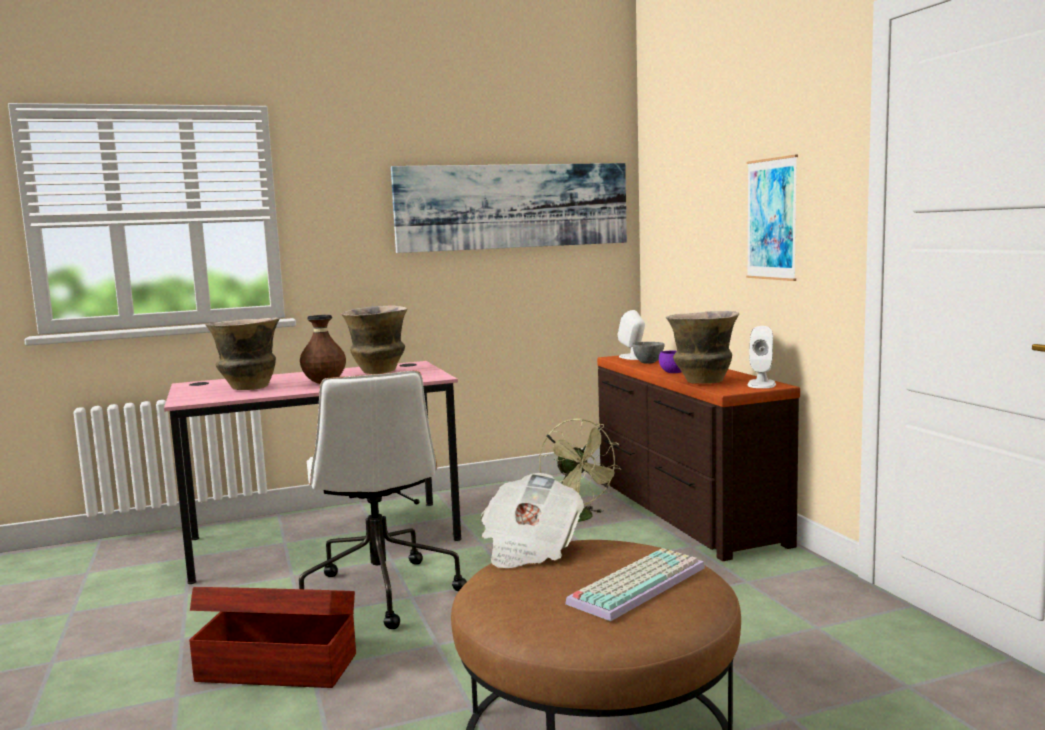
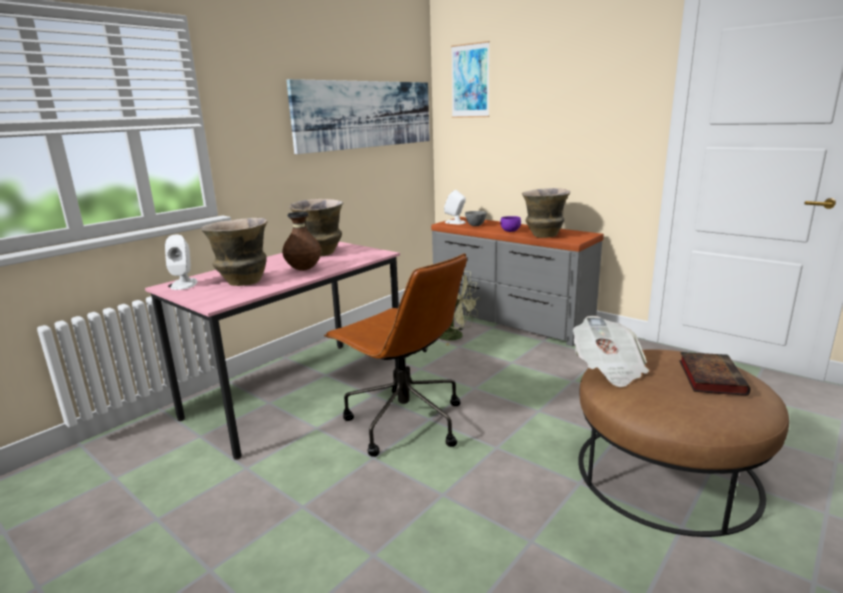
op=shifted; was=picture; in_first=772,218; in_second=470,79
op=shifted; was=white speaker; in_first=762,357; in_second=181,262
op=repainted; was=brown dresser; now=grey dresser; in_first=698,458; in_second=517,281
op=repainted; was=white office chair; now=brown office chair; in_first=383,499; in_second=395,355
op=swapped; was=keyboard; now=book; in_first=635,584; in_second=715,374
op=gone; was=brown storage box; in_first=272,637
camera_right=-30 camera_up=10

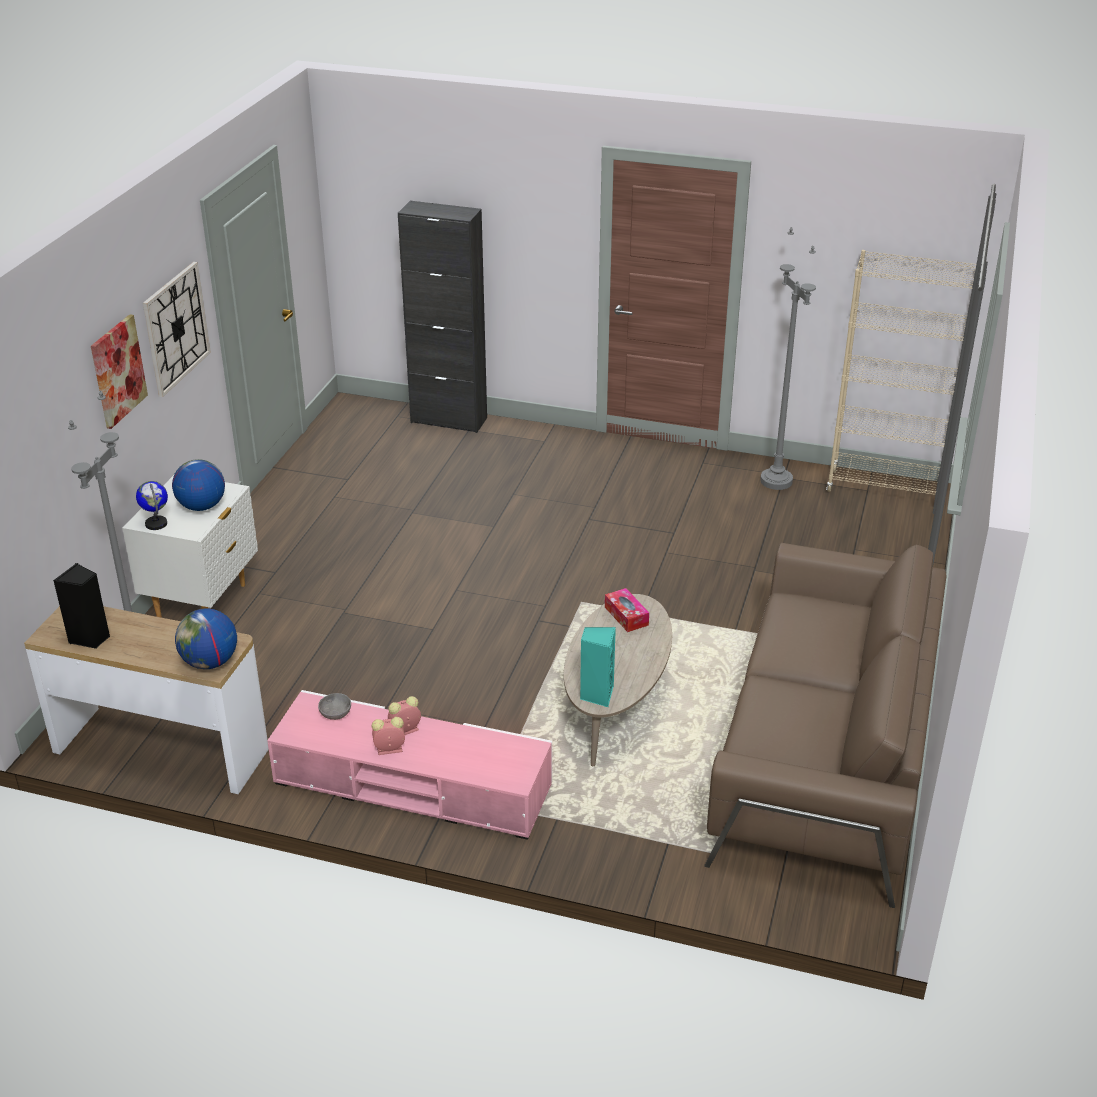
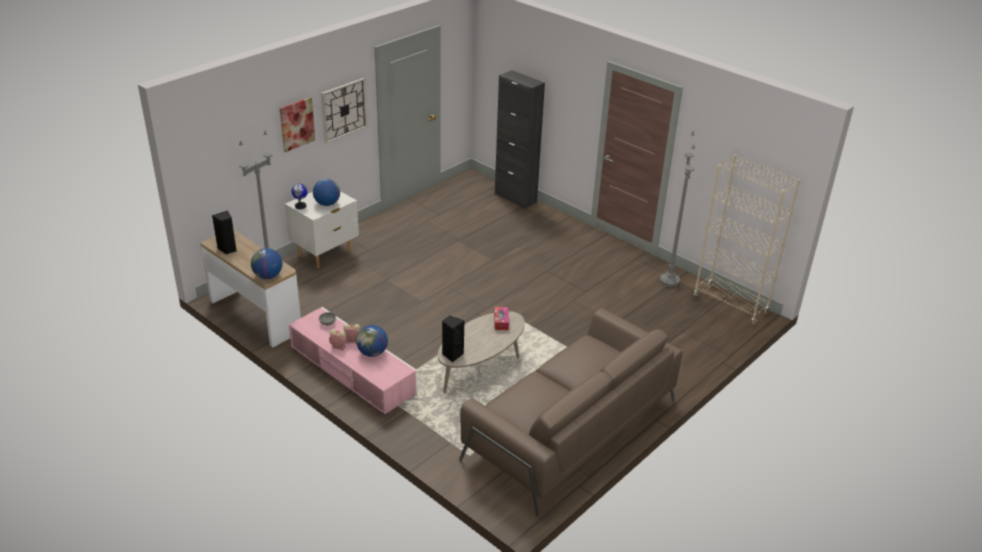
op=repainted; was=turquoise speaker; now=black speaker; in_first=598,667; in_second=453,339
op=new; now=globe; in_second=372,341
camera_right=25 camera_up=0

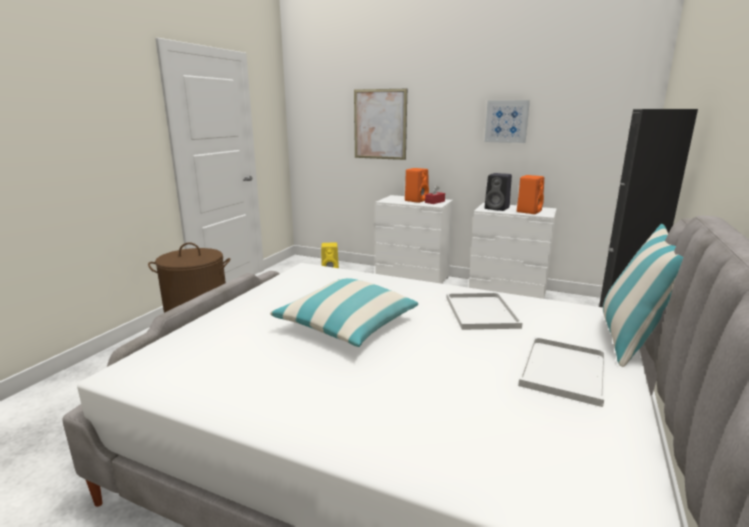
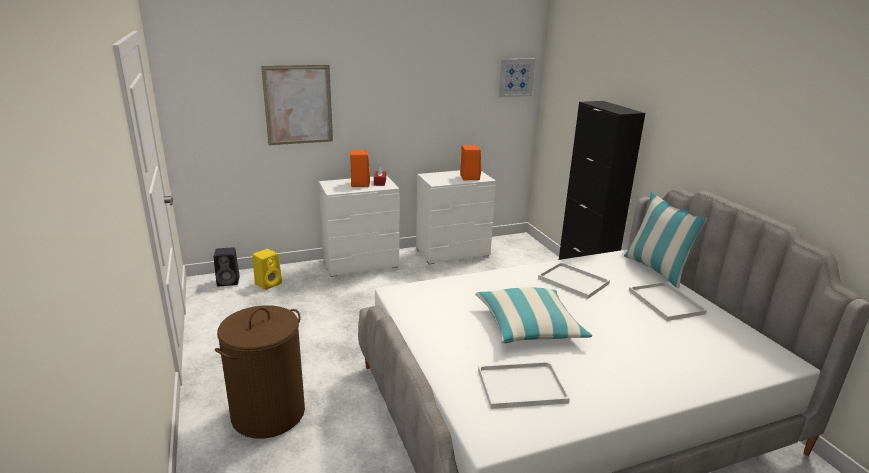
op=shifted; was=picture; in_first=507,121; in_second=517,78
op=shifted; was=black speaker; in_first=498,192; in_second=227,266
op=new; now=white tray; in_second=524,385
camera_right=-45 camera_up=5

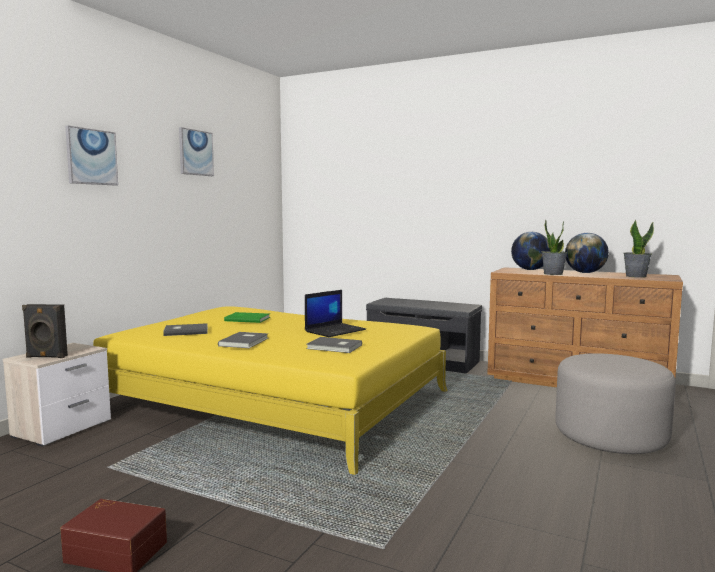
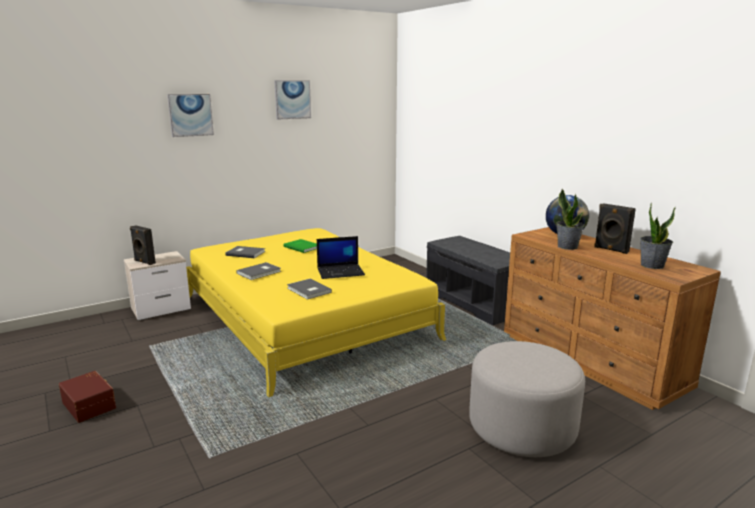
op=swapped; was=globe; now=black speaker; in_first=587,253; in_second=615,228
camera_right=30 camera_up=10

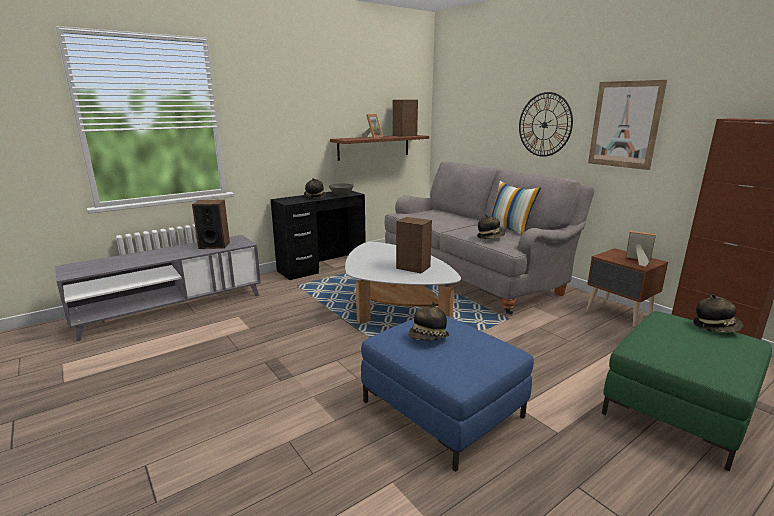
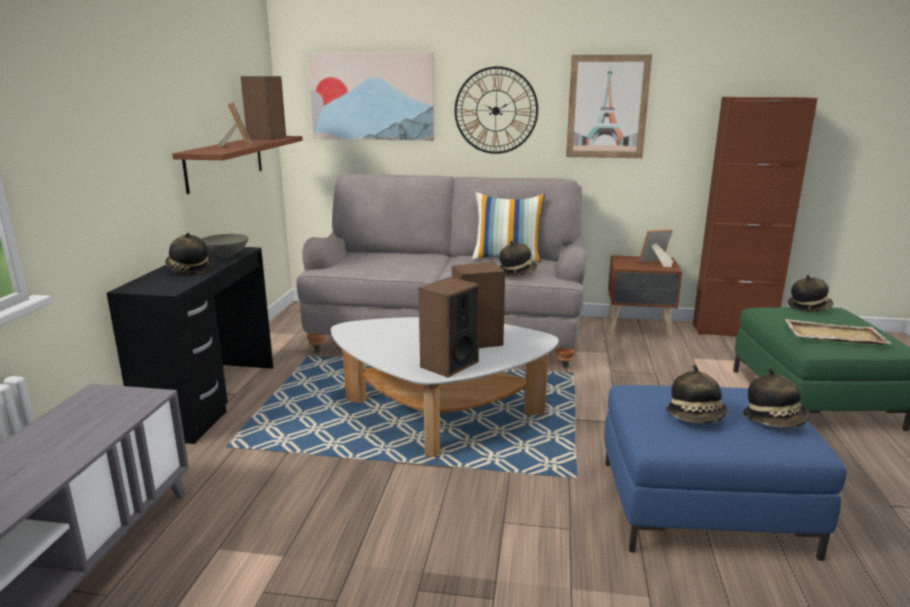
op=shifted; was=speaker; in_first=211,224; in_second=449,327
op=new; now=picture; in_second=371,96
op=new; now=beige tray; in_second=838,332
op=new; now=hat; in_second=776,397
camera_right=-45 camera_up=0

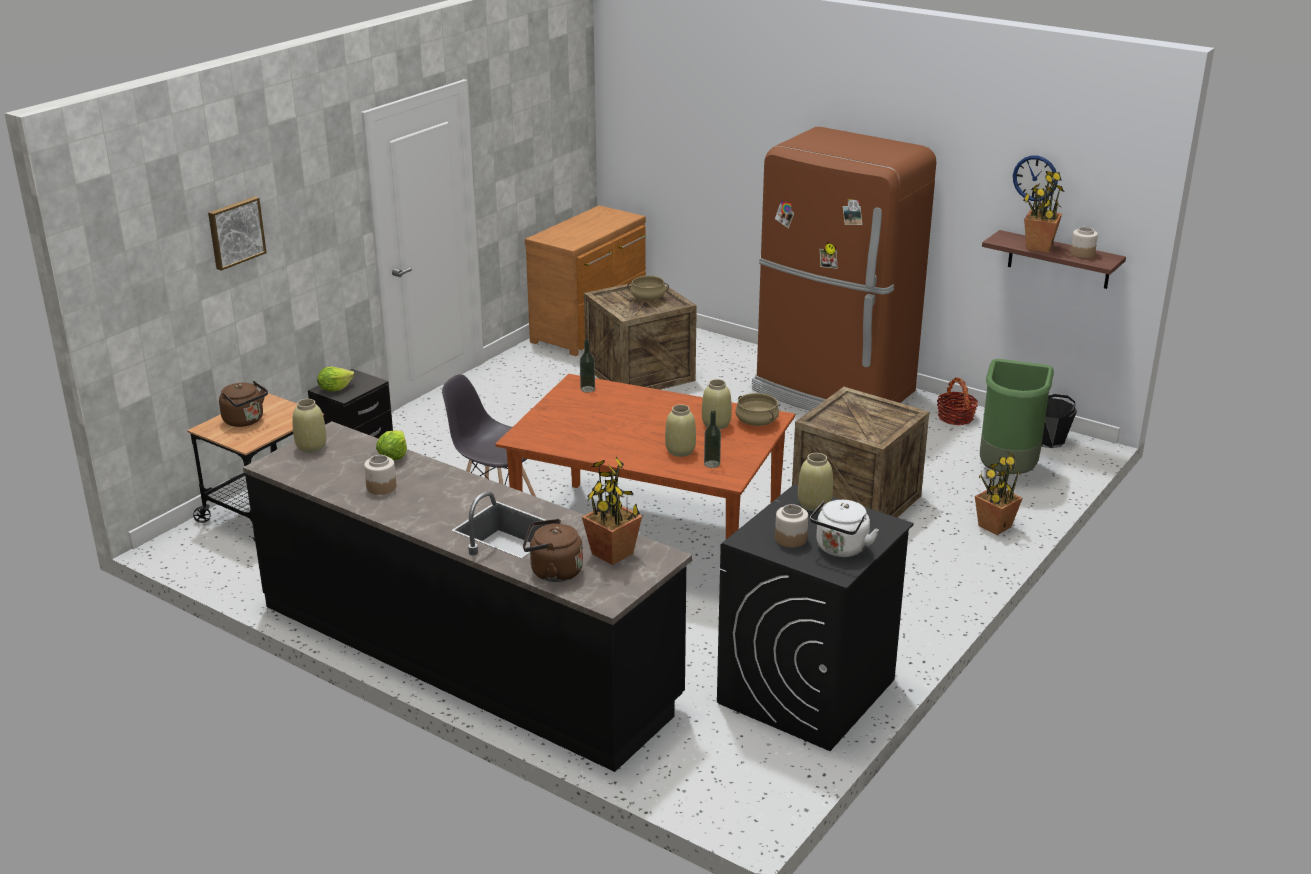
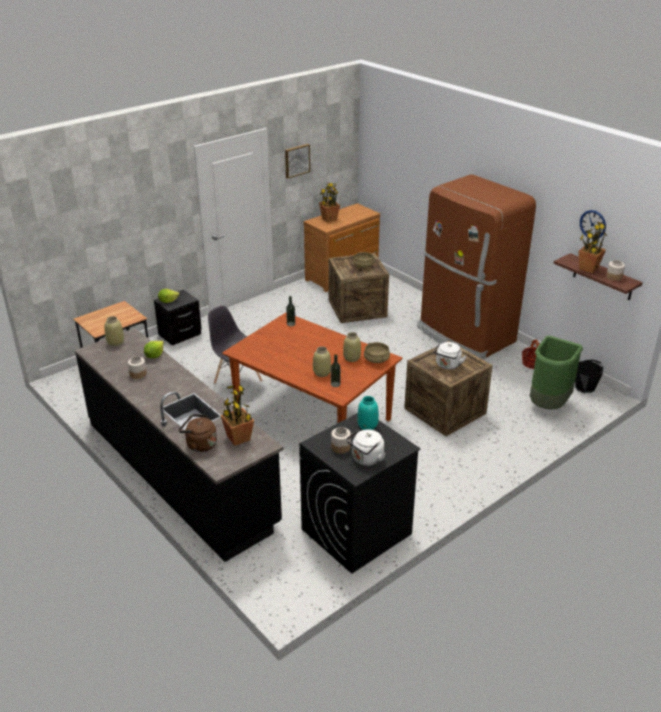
op=shifted; was=picture; in_first=237,233; in_second=297,161
op=gone; was=brown kettle; in_first=243,404
op=shifted; was=potted plant; in_first=999,493; in_second=329,202
op=repainted; was=beige vase; now=turquoise vase; in_first=815,482; in_second=368,413
op=new; now=white kettle; in_second=450,356
camera_right=15 camera_up=5

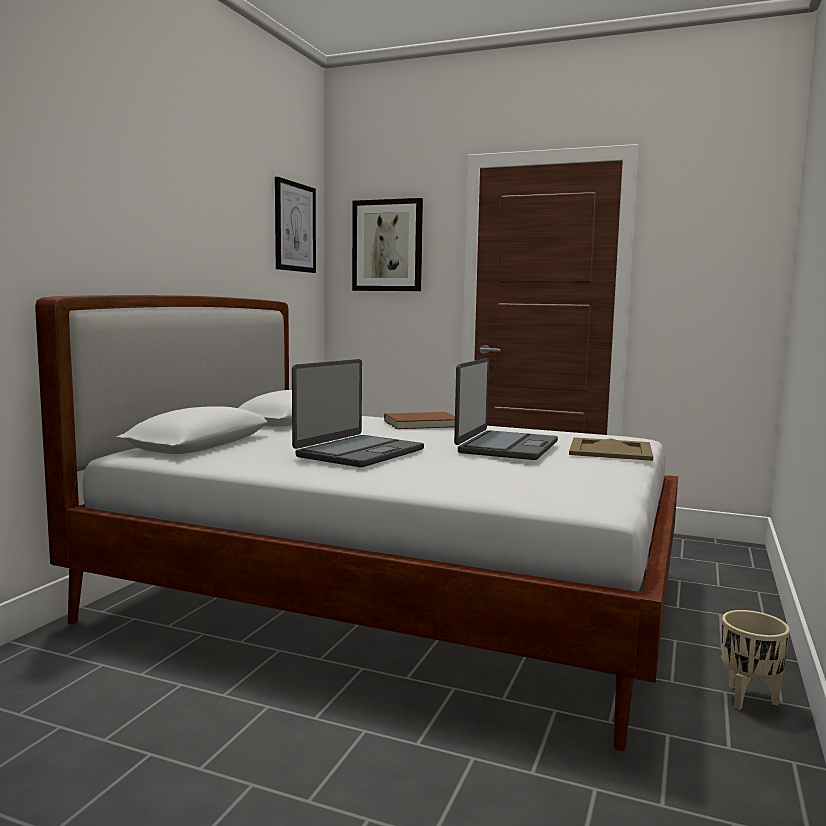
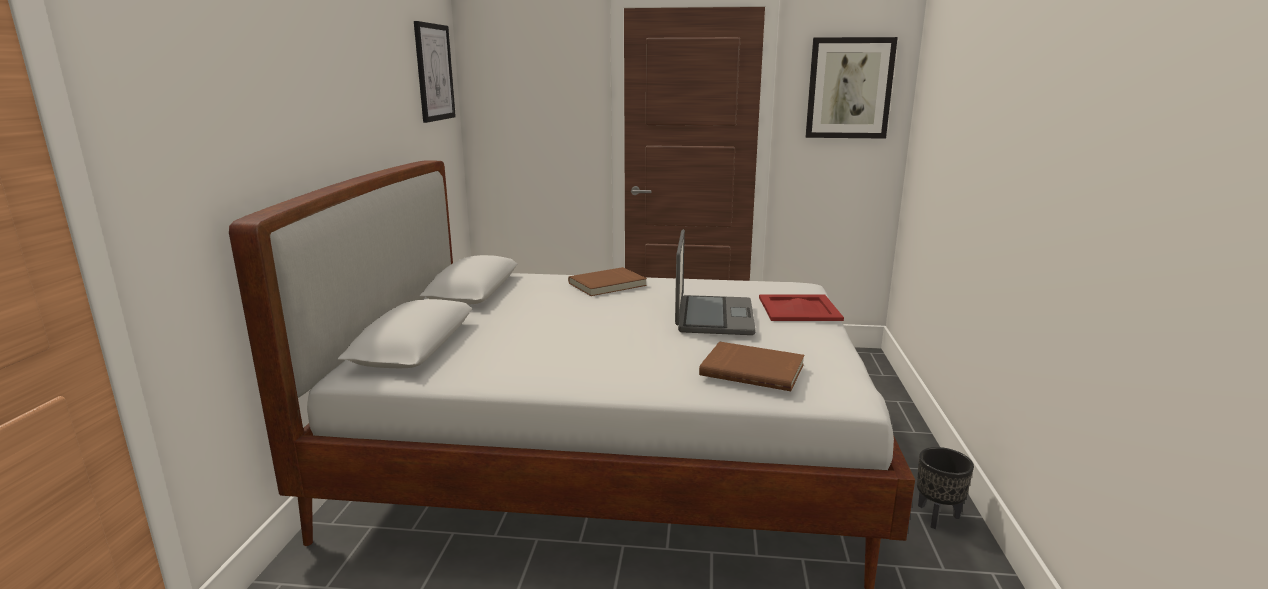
op=shifted; was=picture; in_first=387,244; in_second=852,88
op=gone; was=laptop; in_first=358,413
op=repainted; was=beige tray; now=red tray; in_first=611,449; in_second=801,307
op=repainted; was=beige planter; now=black planter; in_first=755,660; in_second=945,488
op=new; now=brown book; in_second=752,366
camera_right=-15 camera_up=10

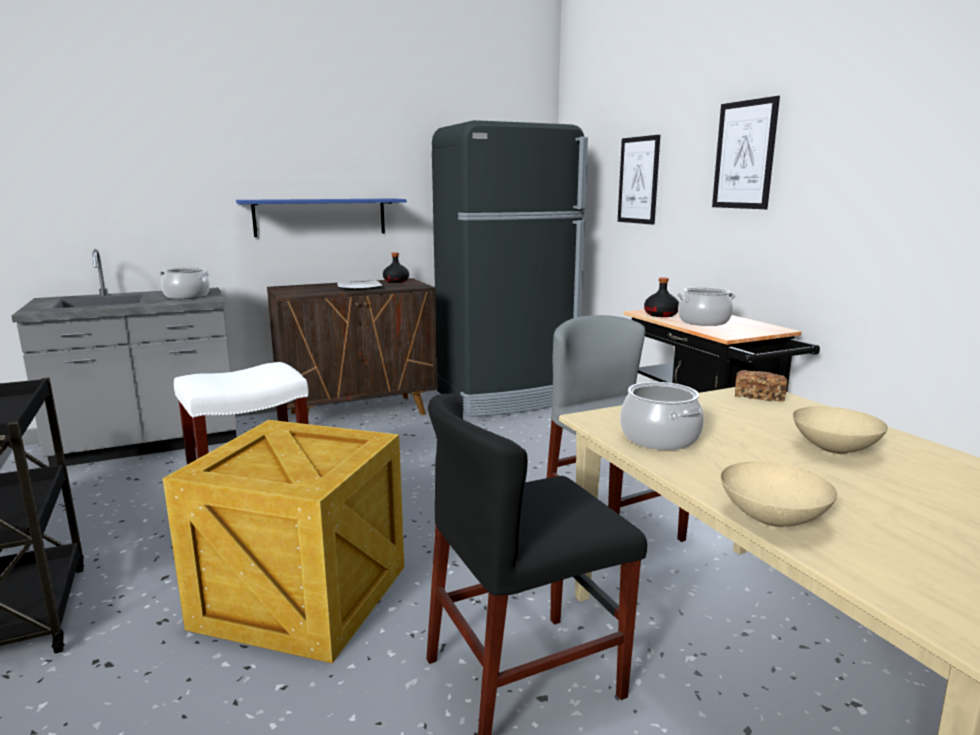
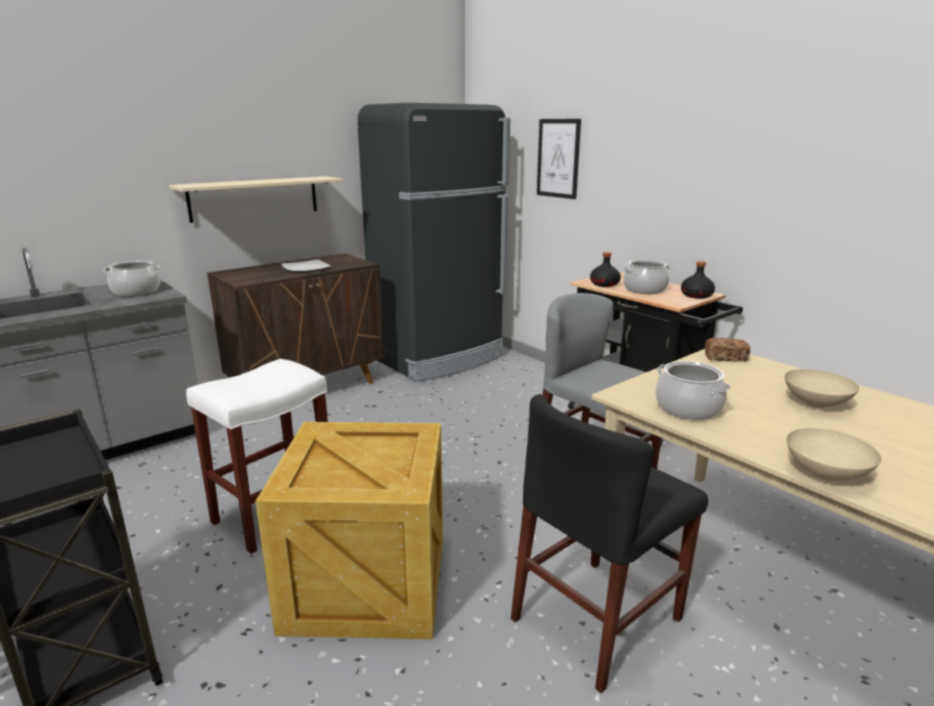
op=gone; was=picture; in_first=746,152
op=repainted; was=blue shelf; now=beige shelf; in_first=321,218; in_second=256,199
op=shifted; was=black bottle; in_first=396,268; in_second=698,280
camera_right=-15 camera_up=5

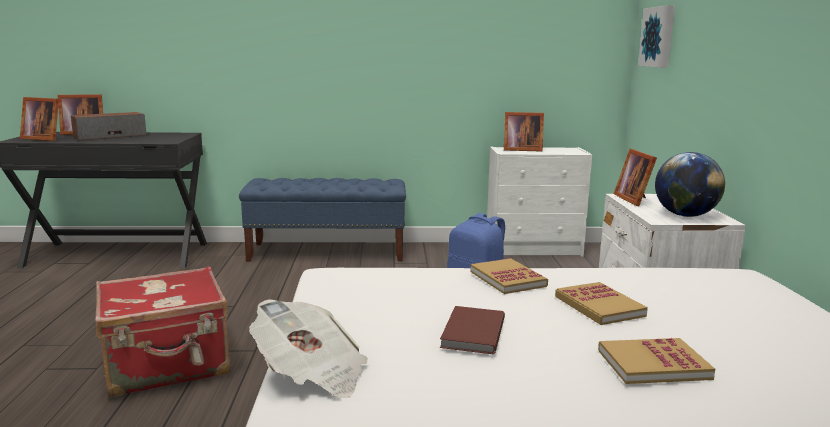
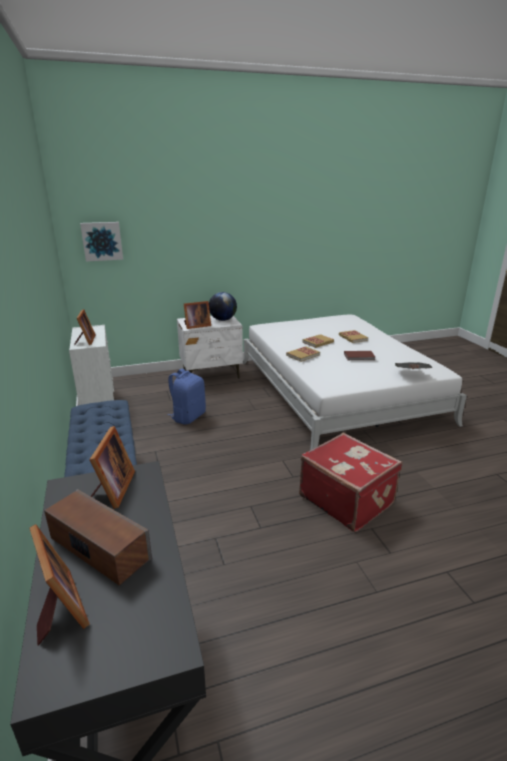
op=shifted; was=picture frame; in_first=39,119; in_second=112,467
camera_right=-105 camera_up=10

